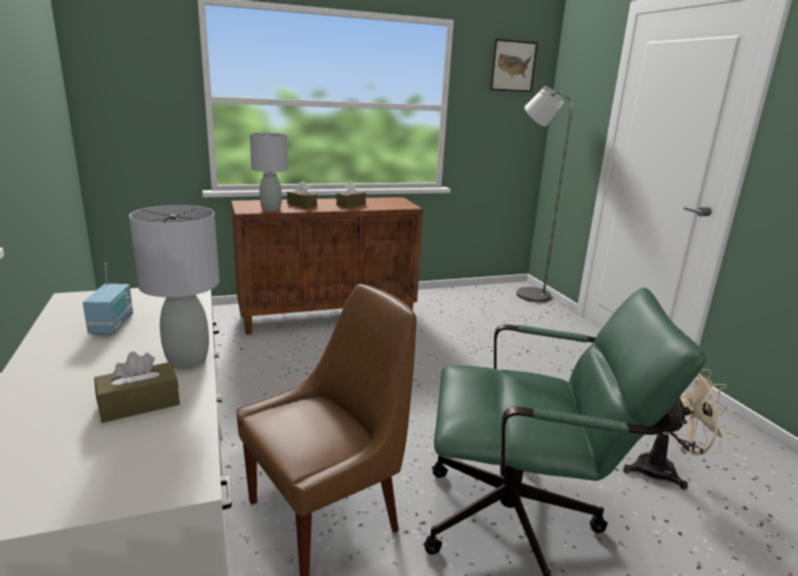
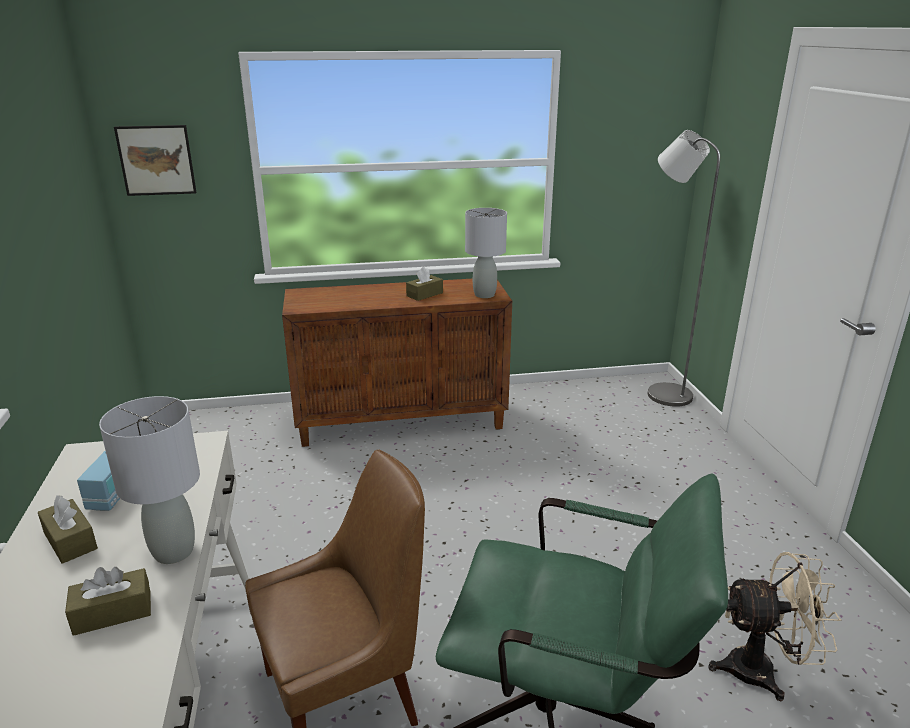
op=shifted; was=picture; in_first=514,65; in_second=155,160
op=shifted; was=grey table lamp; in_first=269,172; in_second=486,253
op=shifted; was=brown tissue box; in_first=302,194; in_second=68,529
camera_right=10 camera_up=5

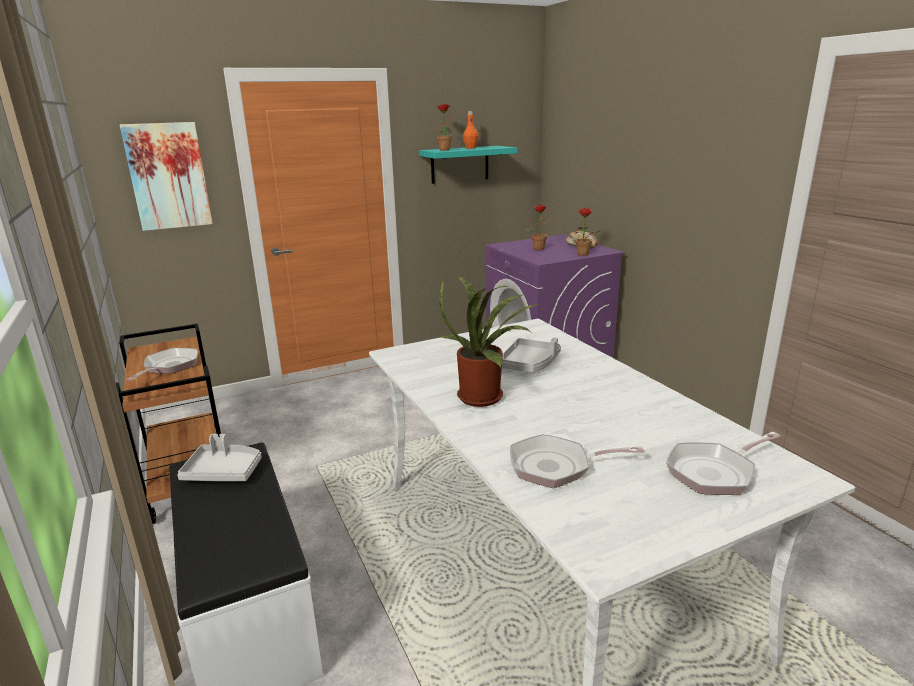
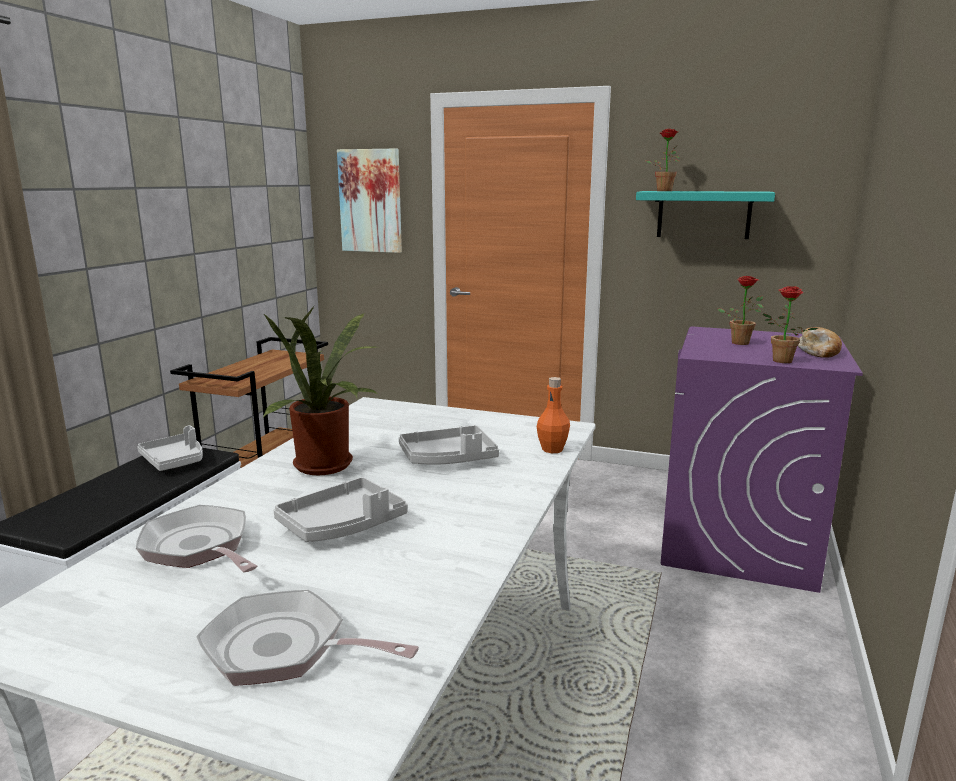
op=shifted; was=orange bottle; in_first=471,130; in_second=553,415
op=gone; was=frying pan; in_first=162,364
op=new; now=grey tray; in_second=340,509
camera_right=45 camera_up=-5

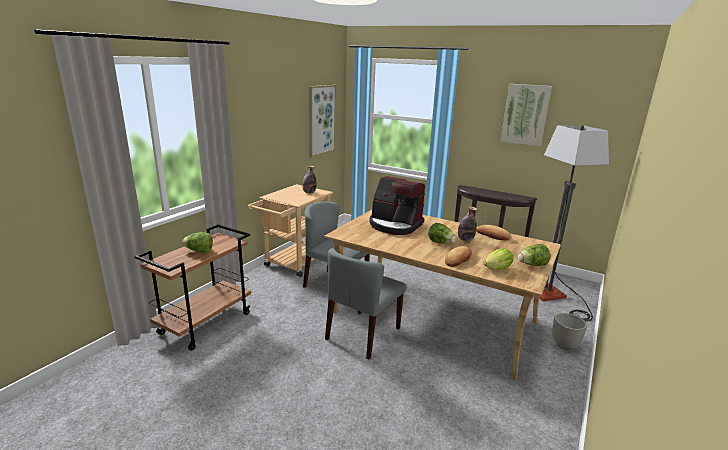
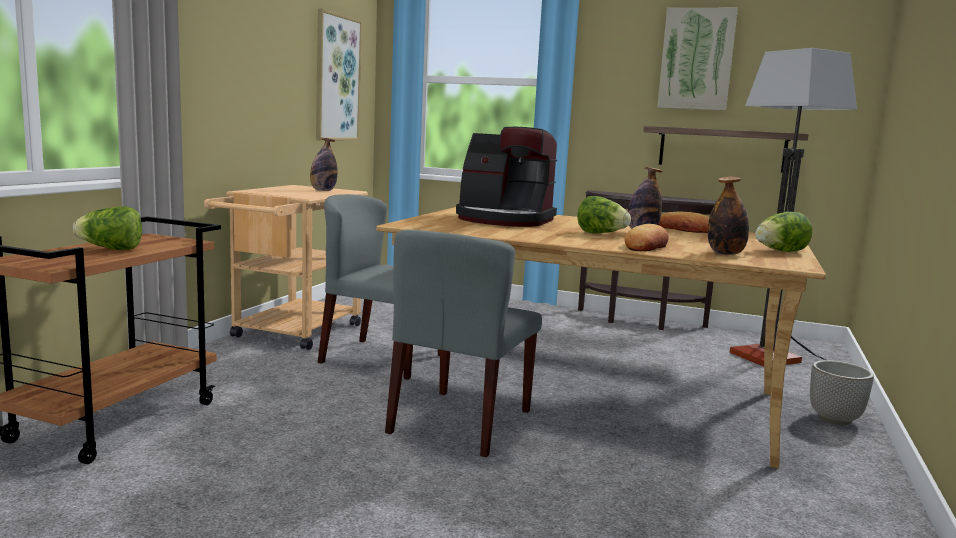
op=swapped; was=lettuce; now=bottle; in_first=498,259; in_second=728,216
op=new; now=shelf; in_second=726,149
camera_right=-10 camera_up=-10

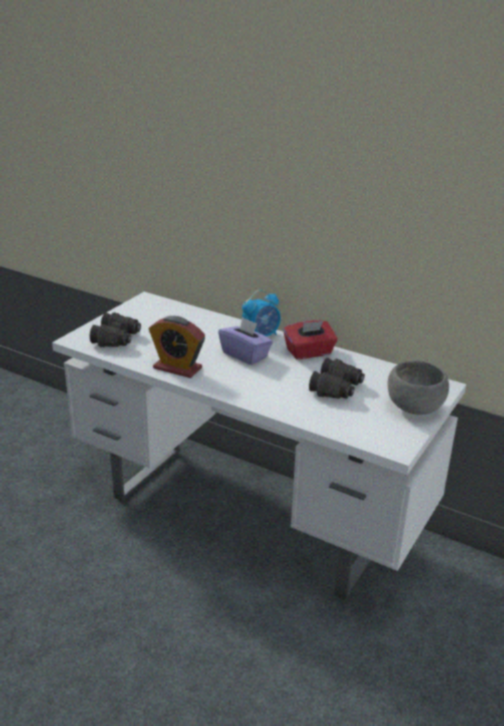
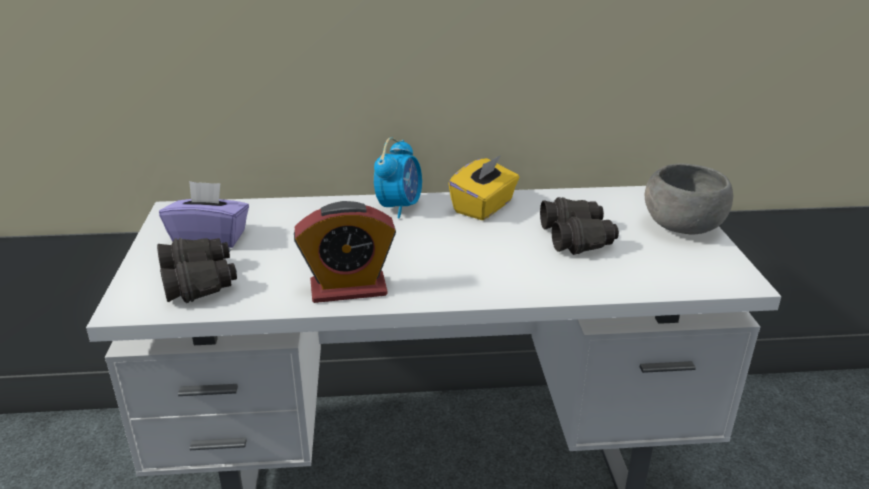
op=shifted; was=purple tissue box; in_first=245,341; in_second=204,214
op=repainted; was=red tissue box; now=yellow tissue box; in_first=310,340; in_second=483,187
camera_right=-35 camera_up=0

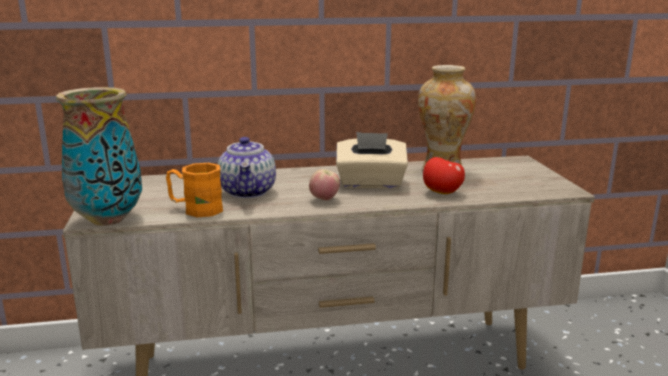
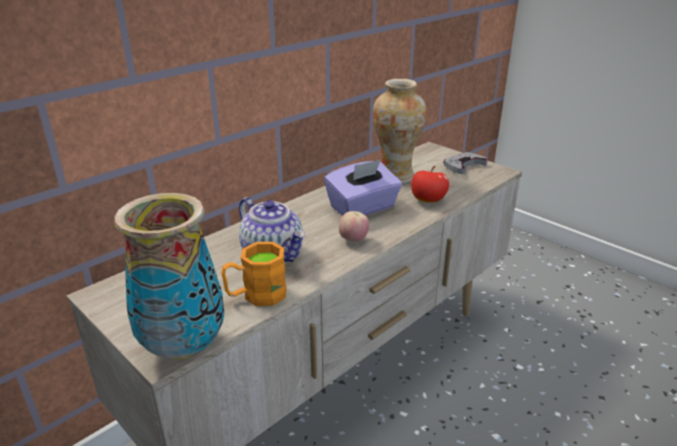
op=repainted; was=beige tissue box; now=purple tissue box; in_first=372,160; in_second=363,188
op=new; now=grey game controller; in_second=465,163
camera_right=-35 camera_up=10

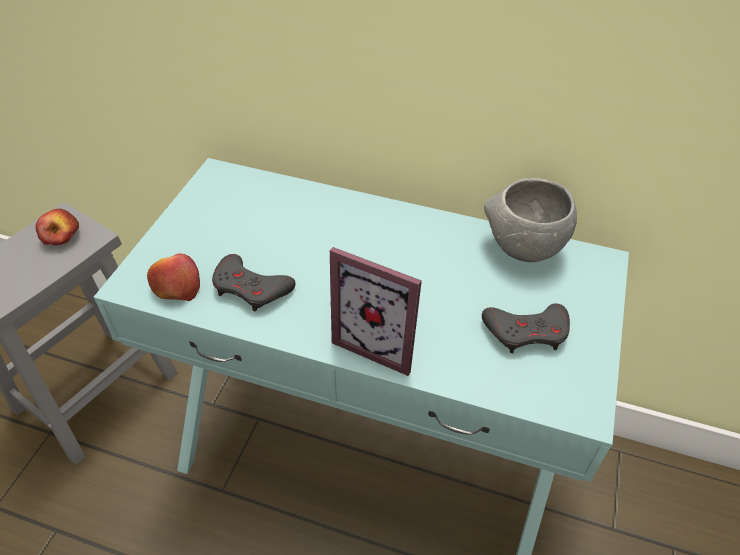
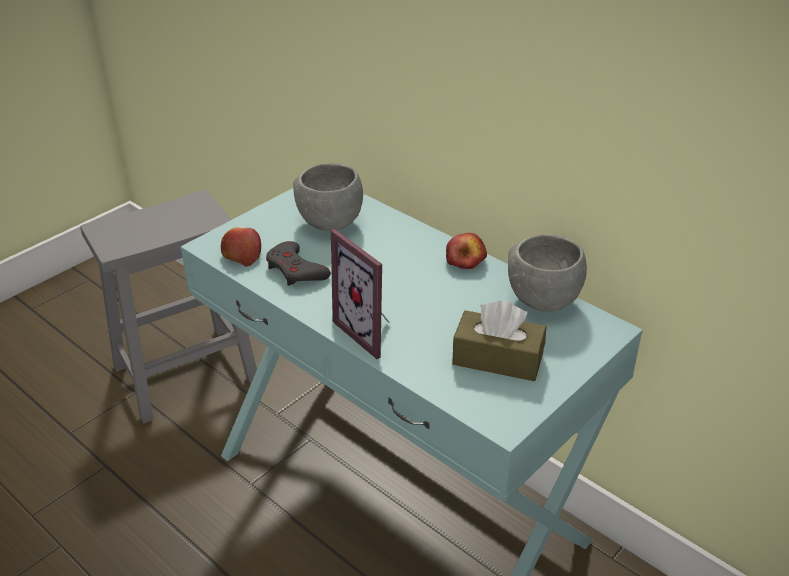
op=shifted; was=apple; in_first=57,227; in_second=466,251
op=swapped; was=grey game controller; now=brown tissue box; in_first=526,328; in_second=499,340
op=new; now=grey bowl; in_second=328,197
camera_right=25 camera_up=-10

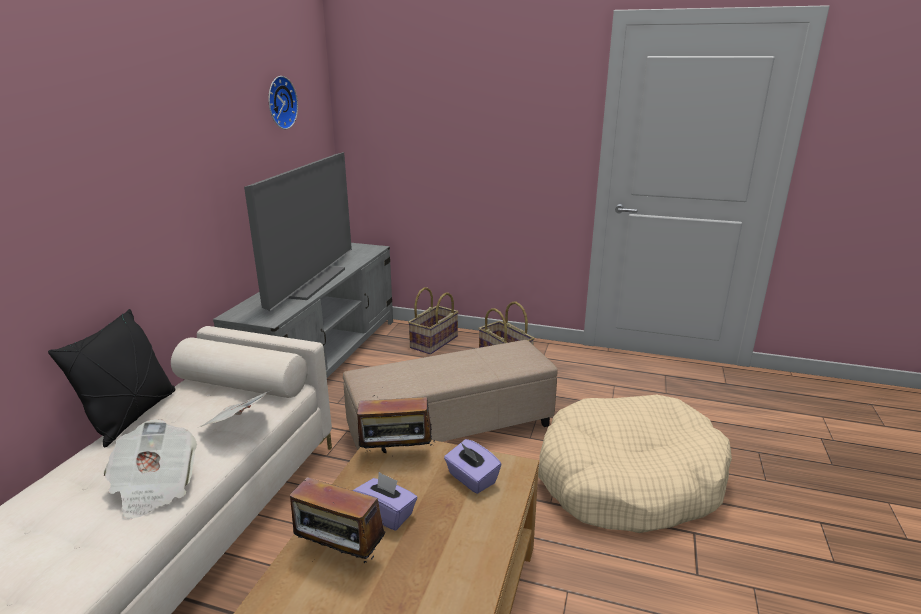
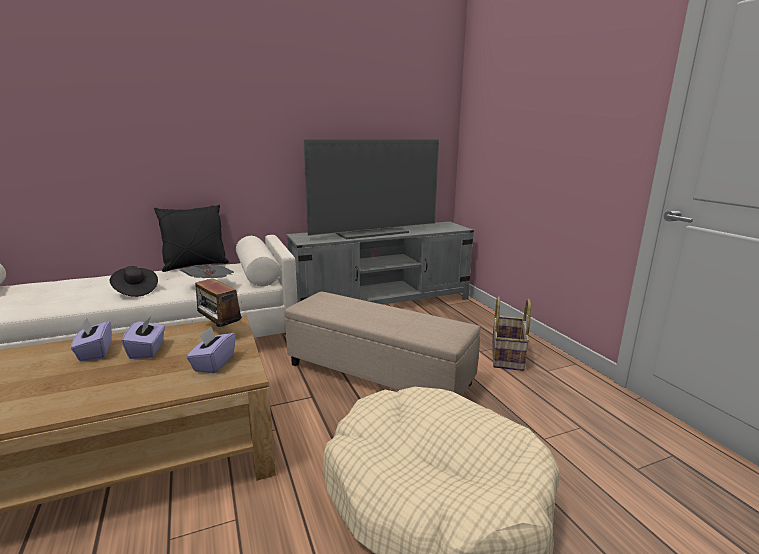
op=gone; was=wall clock; in_first=283,102
op=gone; was=basket; in_first=433,320
op=swapped; was=newspaper; now=black hat; in_first=150,469; in_second=134,281
op=swapped; was=radio; now=purple tissue box; in_first=337,520; in_second=91,339
camera_right=50 camera_up=-5

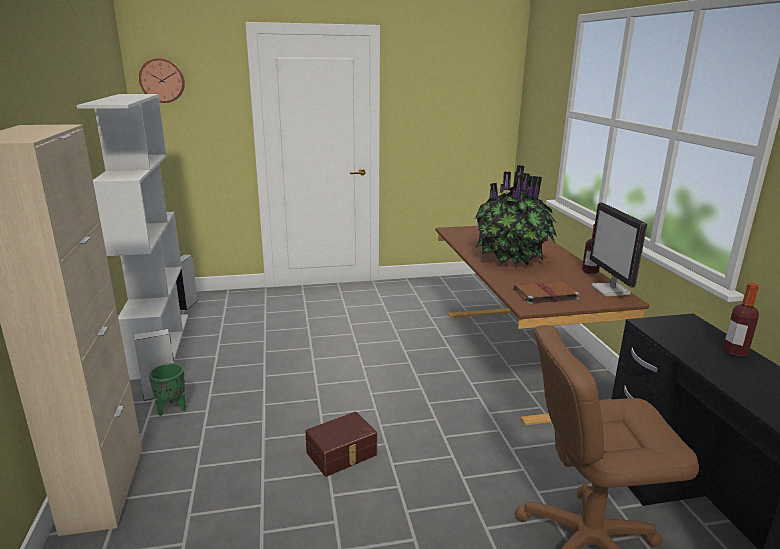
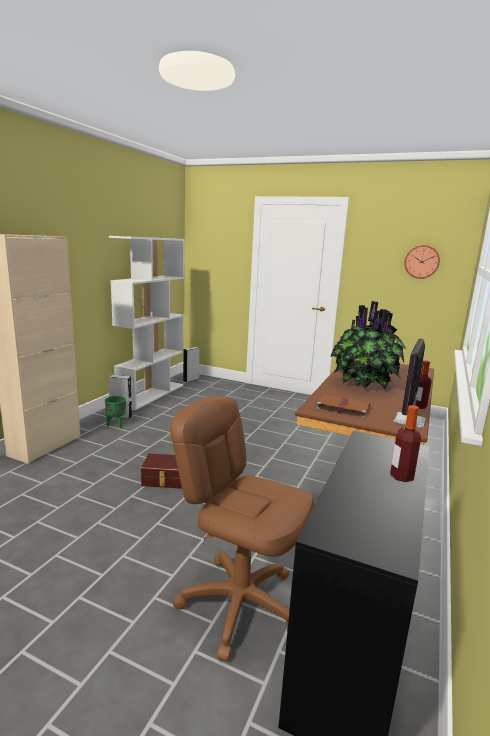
op=shifted; was=wall clock; in_first=162,80; in_second=422,262
camera_right=35 camera_up=-5

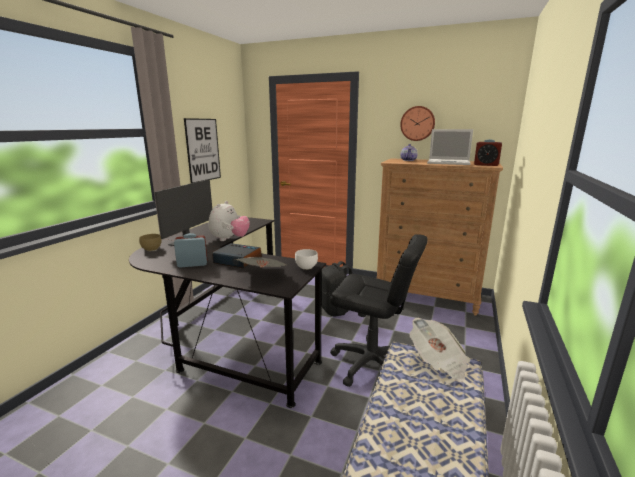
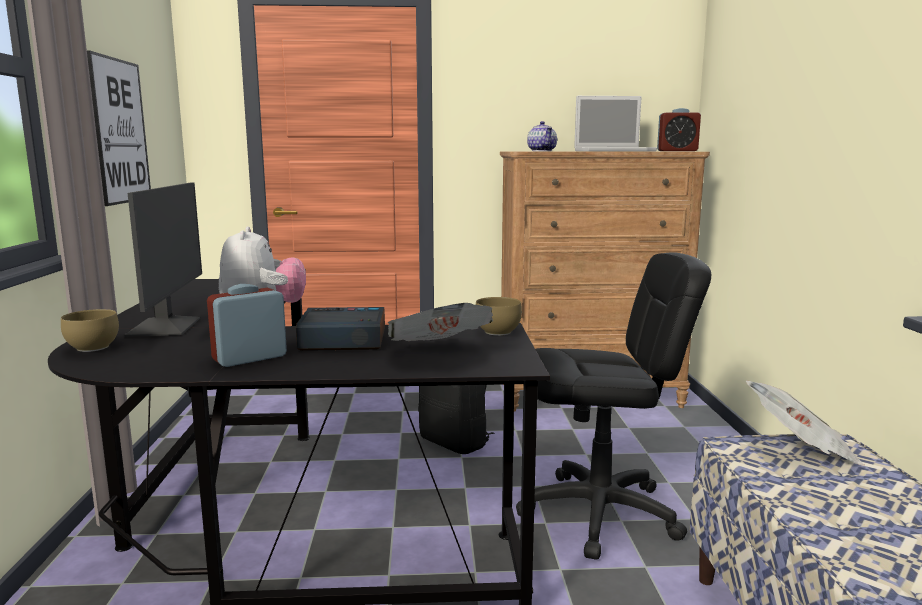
op=gone; was=wall clock; in_first=417,123
op=repainted; was=white bowl; now=brown bowl; in_first=306,259; in_second=499,316
camera_right=-25 camera_up=-5

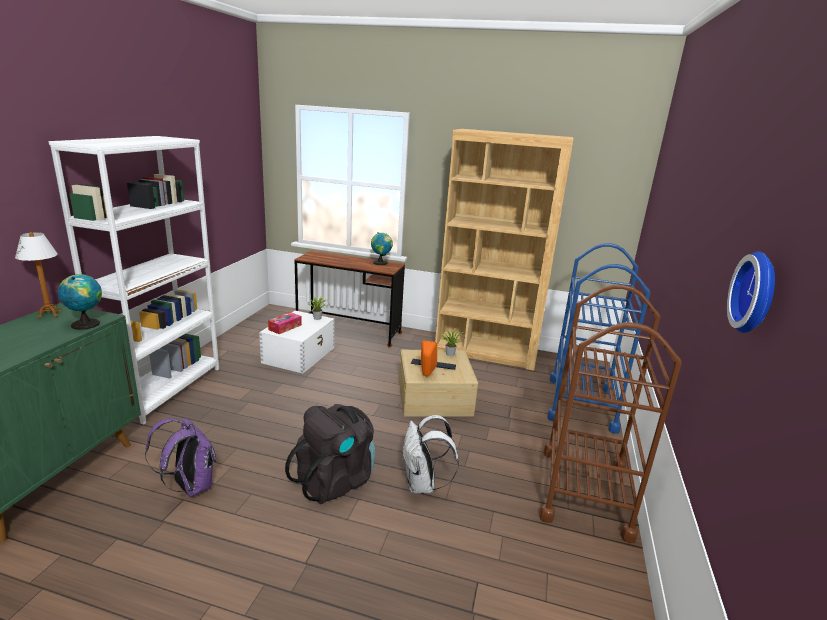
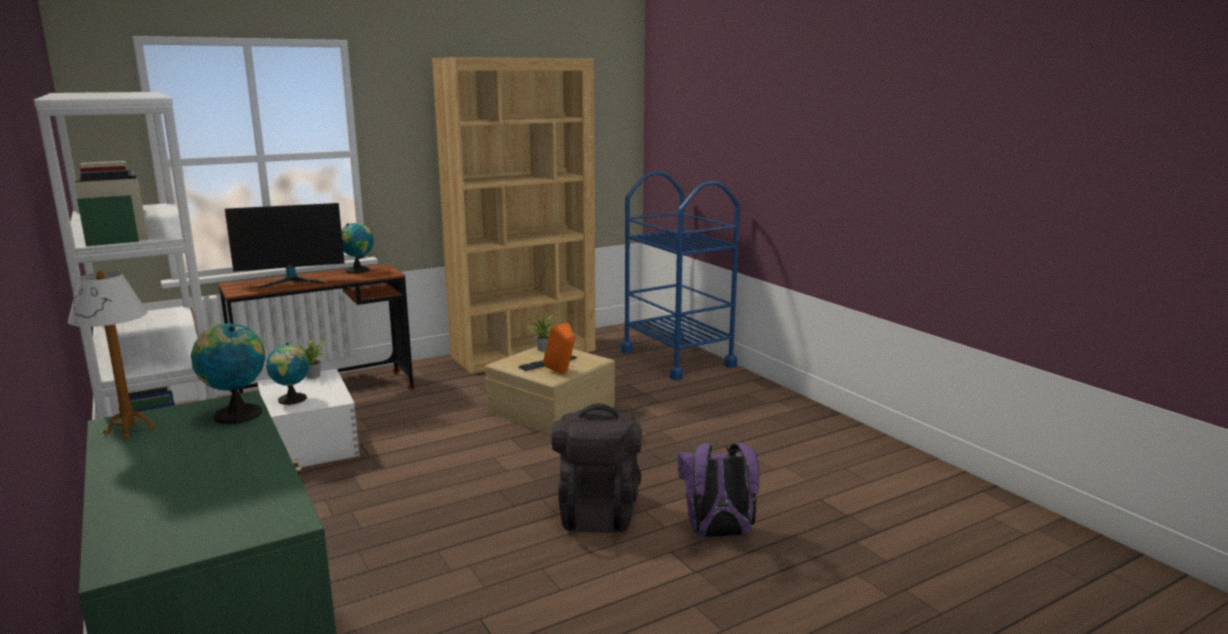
op=gone; was=wall clock; in_first=751,292
op=gone; was=brown cart; in_first=610,413
op=swapped; was=tissue box; now=globe; in_first=285,323; in_second=288,374
op=gone; was=white backpack; in_first=430,454
op=shifted; was=purple backpack; in_first=181,457; in_second=718,490
op=new; now=monitor; in_second=285,246
camera_right=-45 camera_up=-5

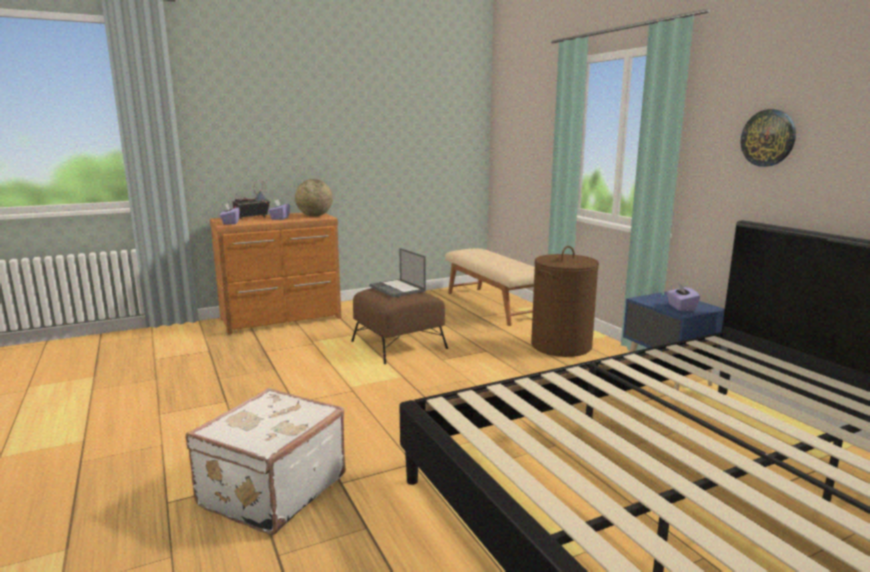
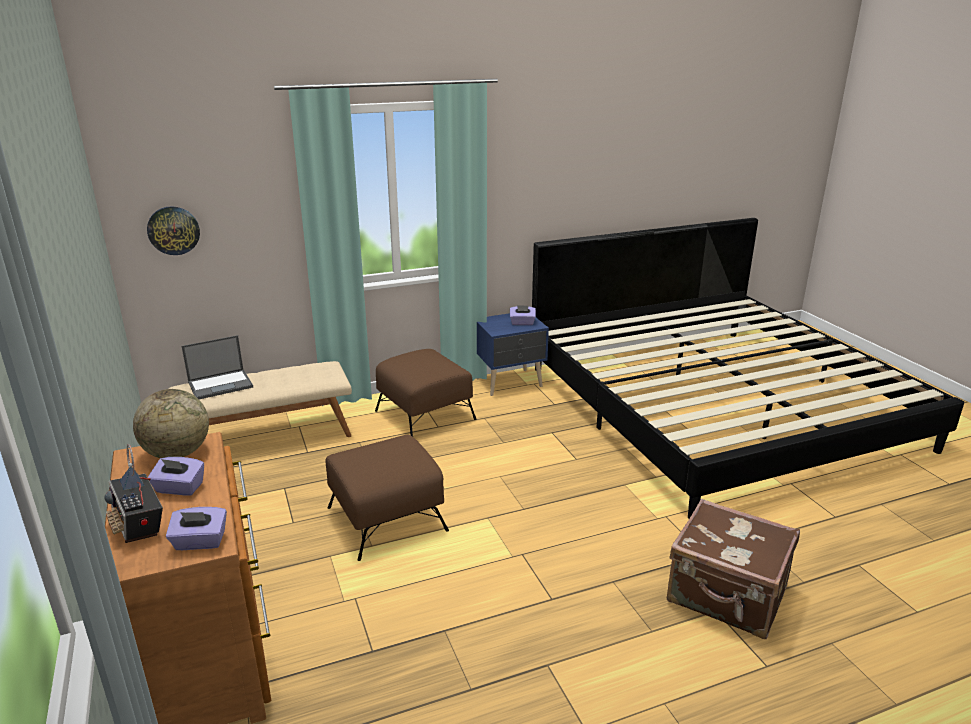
op=shifted; was=wall clock; in_first=768,138; in_second=173,230
op=swapped; was=brown laundry basket; now=brown ottoman; in_first=565,301; in_second=426,393
op=shifted; was=laptop; in_first=397,272; in_second=217,367
op=repainted; was=white suitcase; now=brown suitcase; in_first=266,461; in_second=733,569
camera_right=-85 camera_up=10

